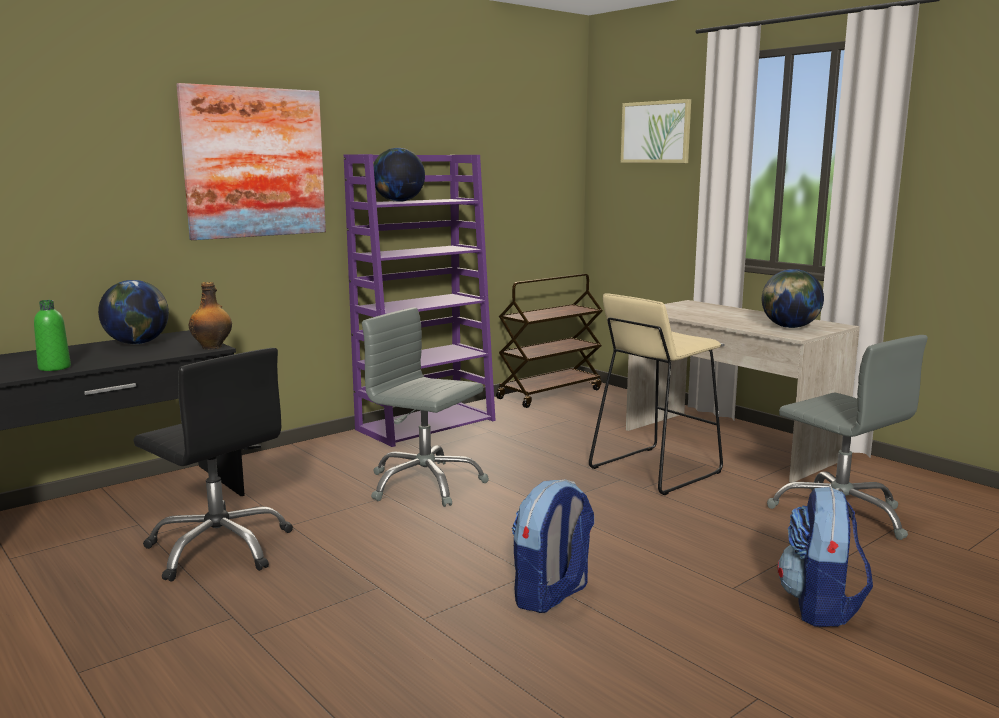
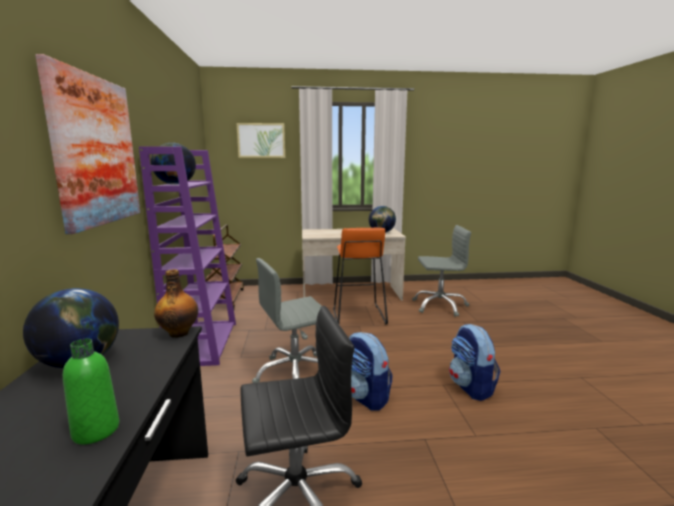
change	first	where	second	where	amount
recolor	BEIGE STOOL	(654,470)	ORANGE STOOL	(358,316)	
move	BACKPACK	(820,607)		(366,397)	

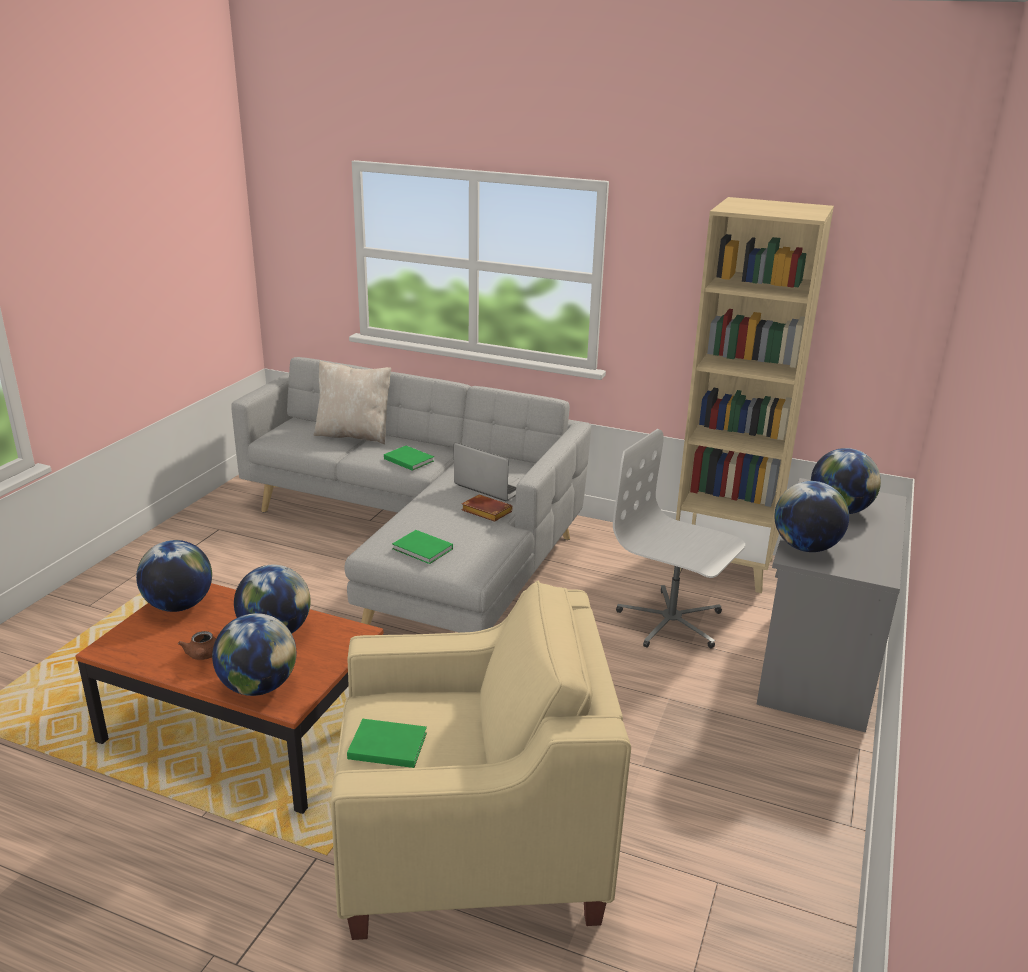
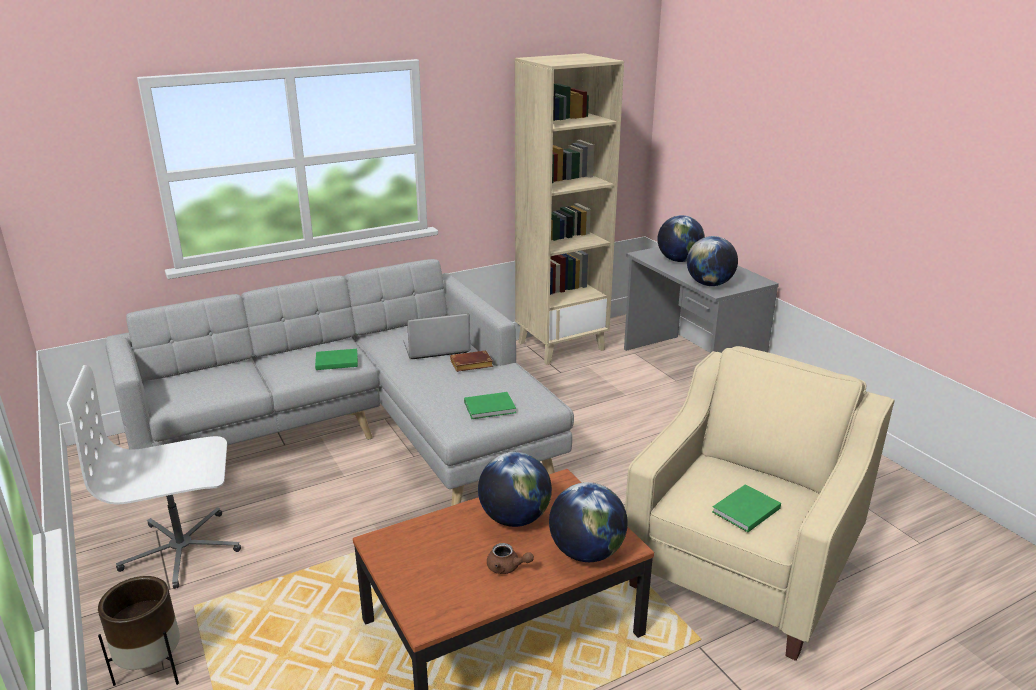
change	first	where	second	where	amount
delete	GLOBE	(179,605)			
delete	BEIGE PILLOW	(354,435)			
move	WHITE OFFICE CHAIR	(671,622)		(182,549)	
insert			BROWN PLANTER	(152,669)	

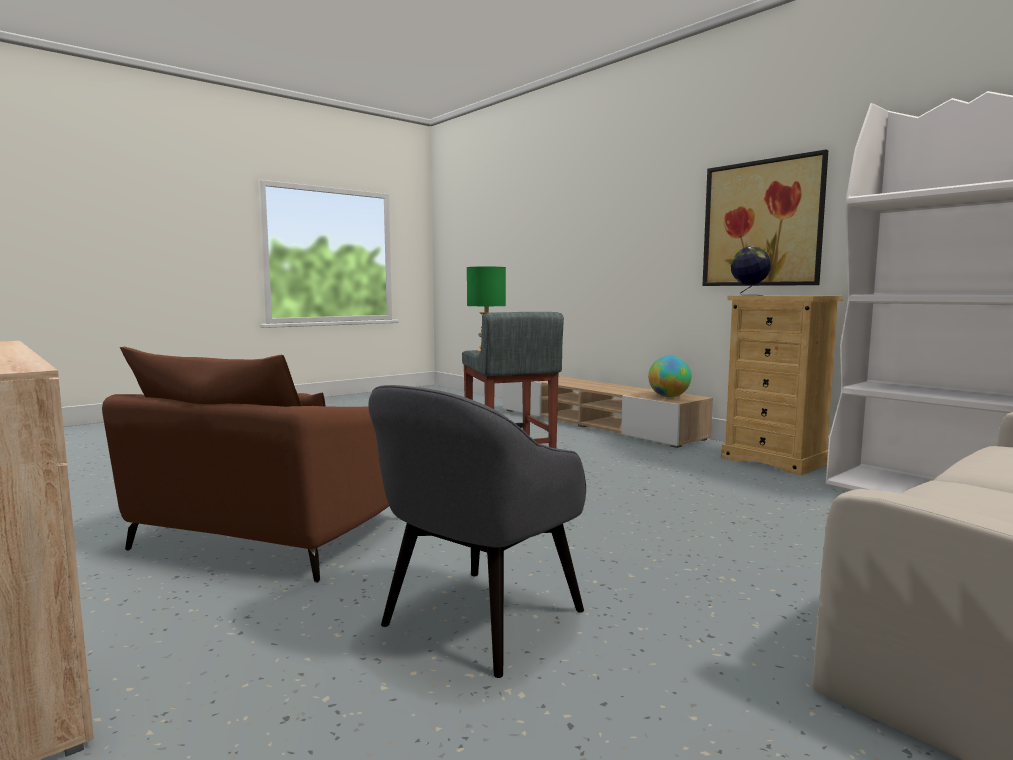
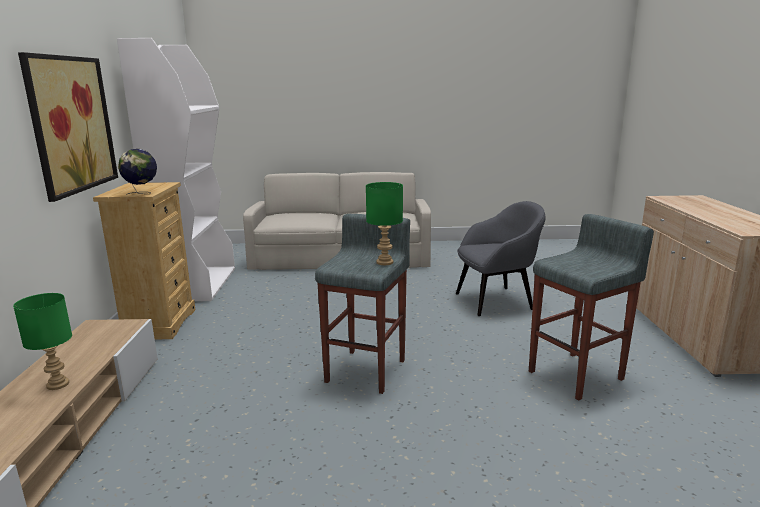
change	first	where	second	where	amount
replace	BROWN ARMCHAIR	(271,535)	GREY STOOL	(577,375)	
delete	GLOBE	(669,397)			
insert			GREEN TABLE LAMP	(58,384)	

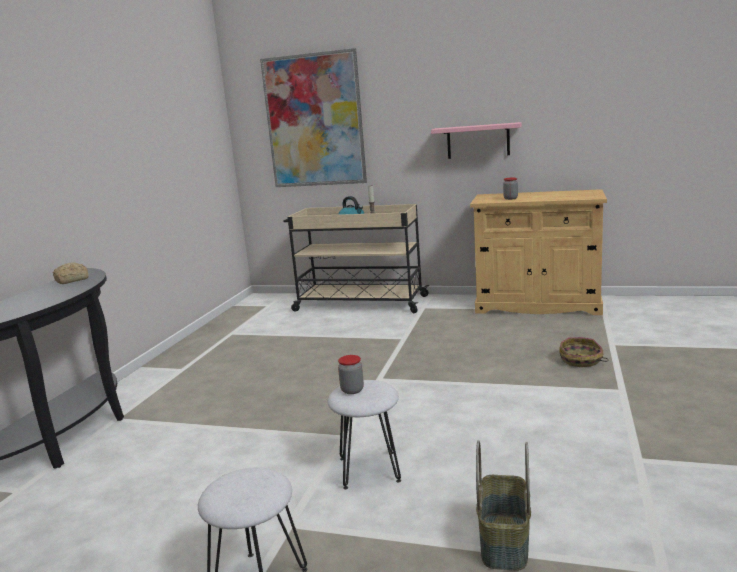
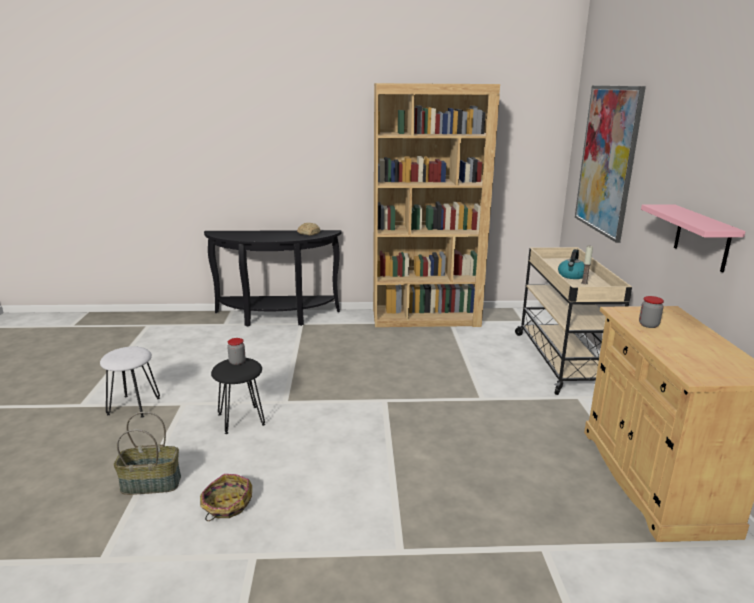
change	first	where	second	where	amount
recolor	WHITE STOOL	(368,469)	BLACK STOOL	(241,419)	
move	BASKET	(581,360)		(226,505)	
insert			BROWN BOOKCASE	(426,318)	

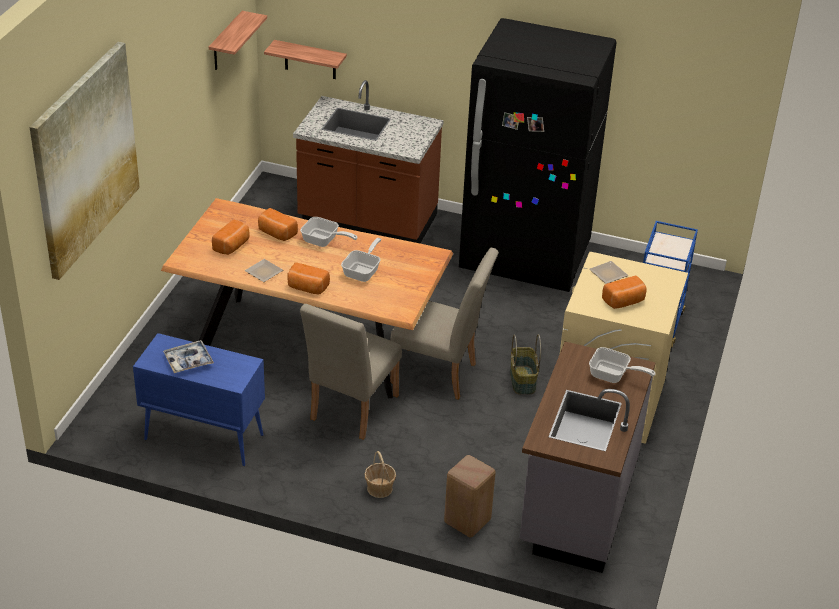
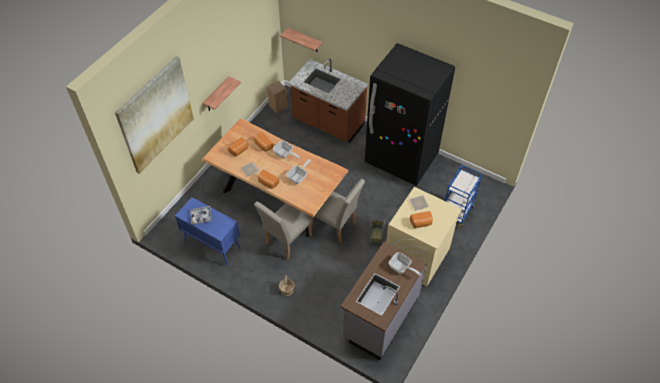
change	first	where	second	where	amount
move	SHELF	(226,42)		(217,95)	
move	BEIGE STOOL	(467,520)		(278,106)	

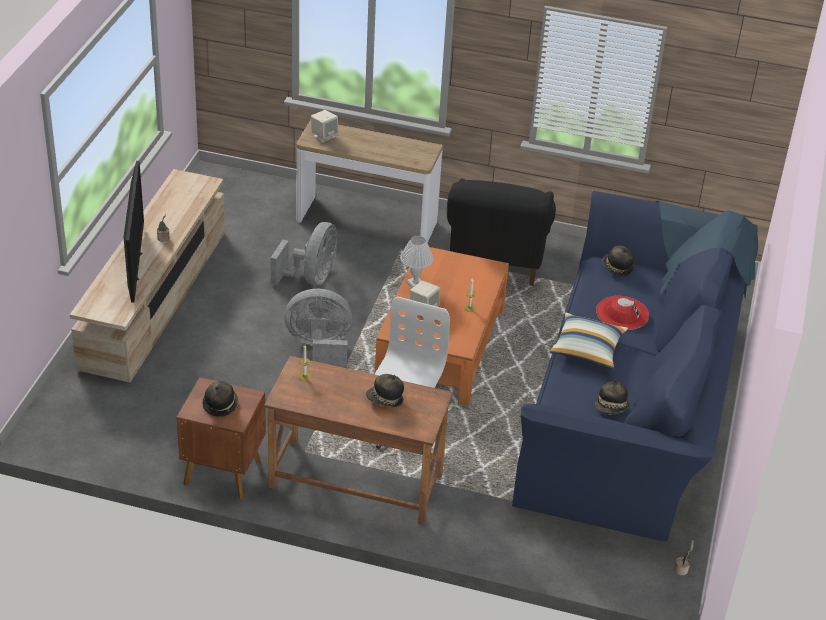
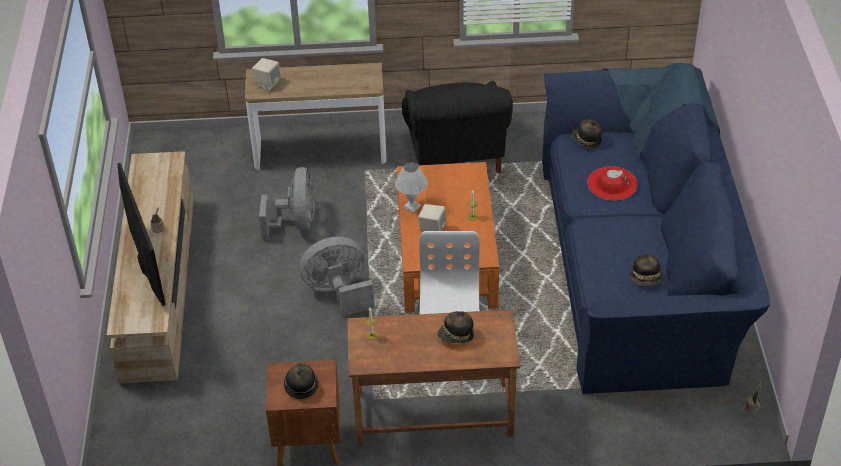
change	first	where	second	where	amount
delete	PILLOW	(587,349)			

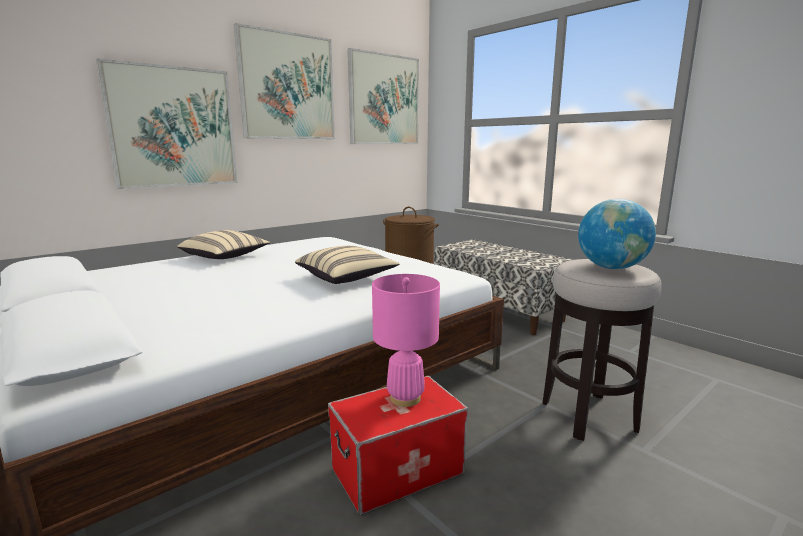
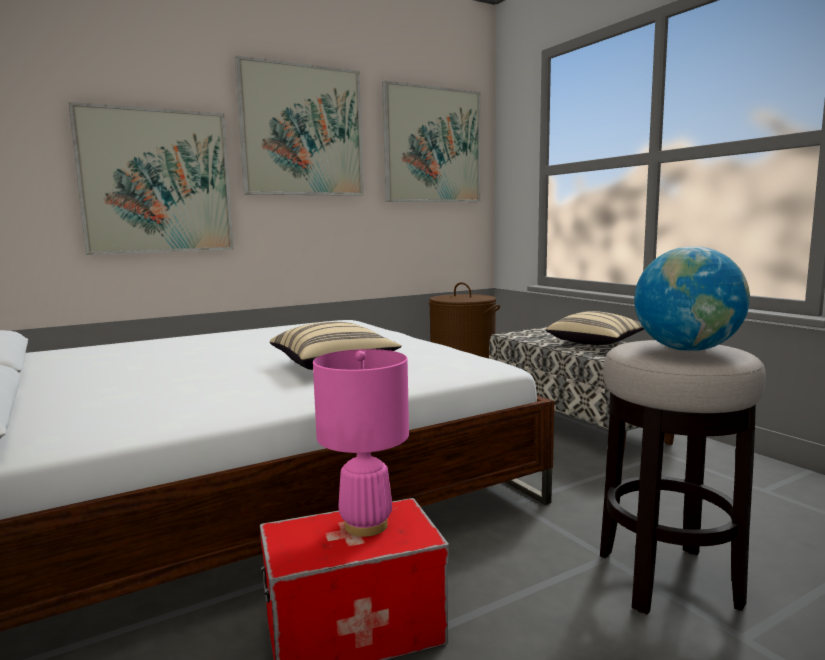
change	first	where	second	where	amount
move	BEIGE PILLOW	(225,257)		(596,343)	

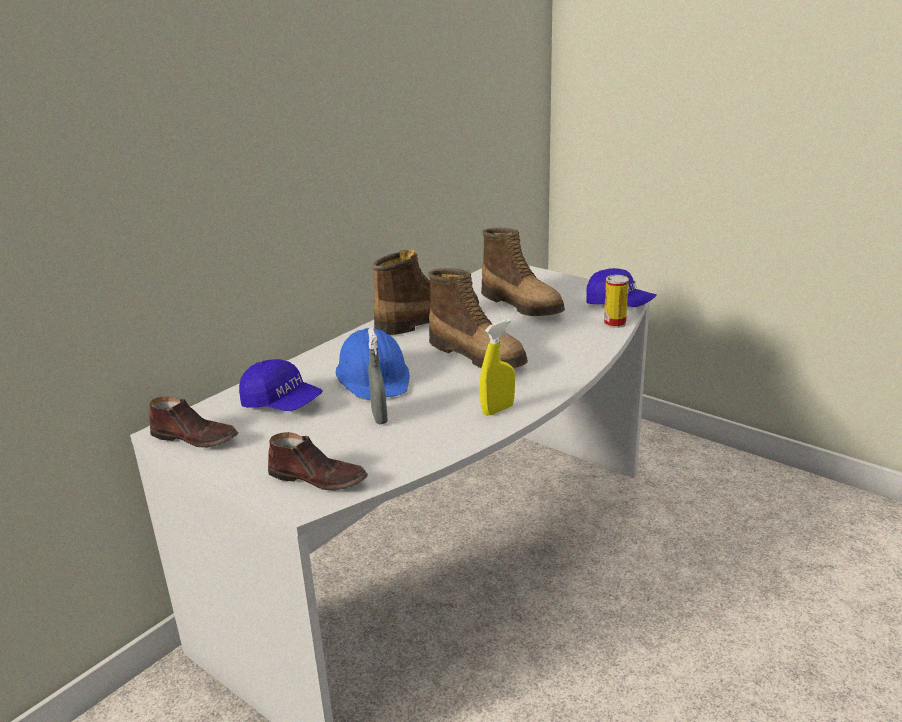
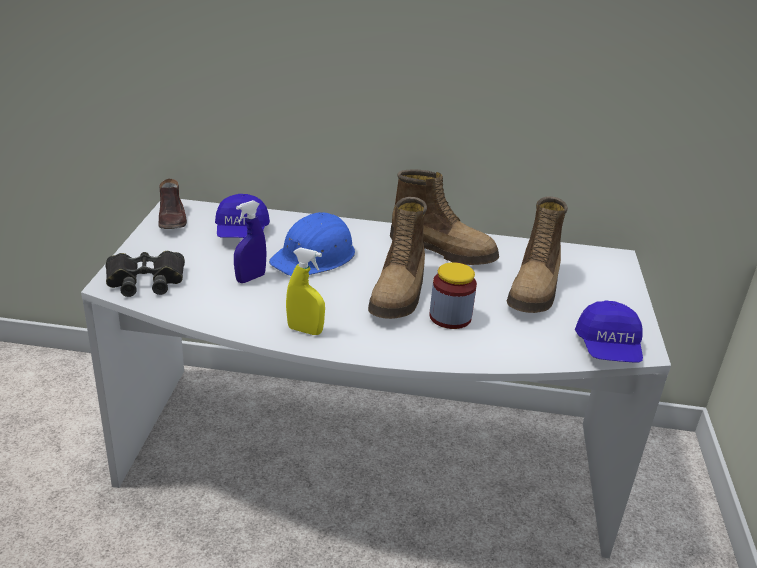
change	first	where	second	where	amount
replace	BROWN SHOE	(318,478)	BLACK BINOCULARS	(145,280)	
recolor	GREY SPRAY BOTTLE	(379,417)	BLUE SPRAY BOTTLE	(250,278)	
delete	CAN	(614,323)			
insert			JAR	(450,317)	

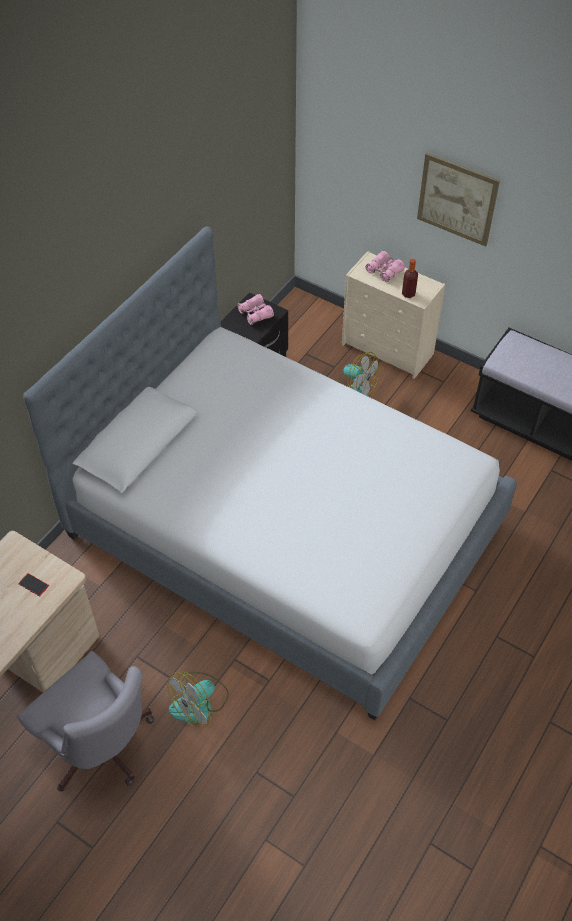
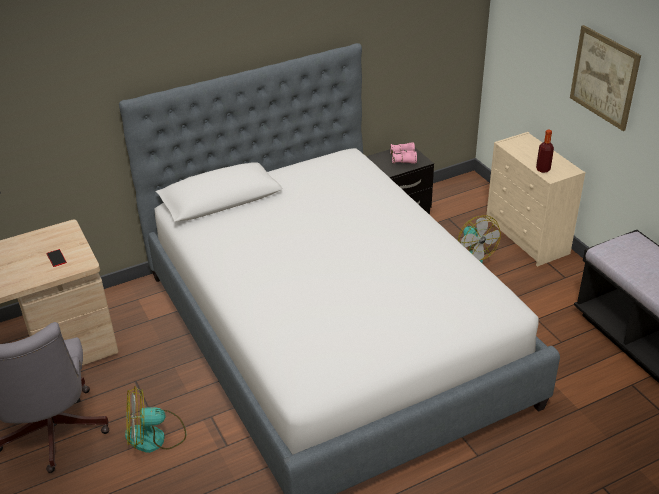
change	first	where	second	where	amount
delete	PINK BINOCULARS	(384,271)			

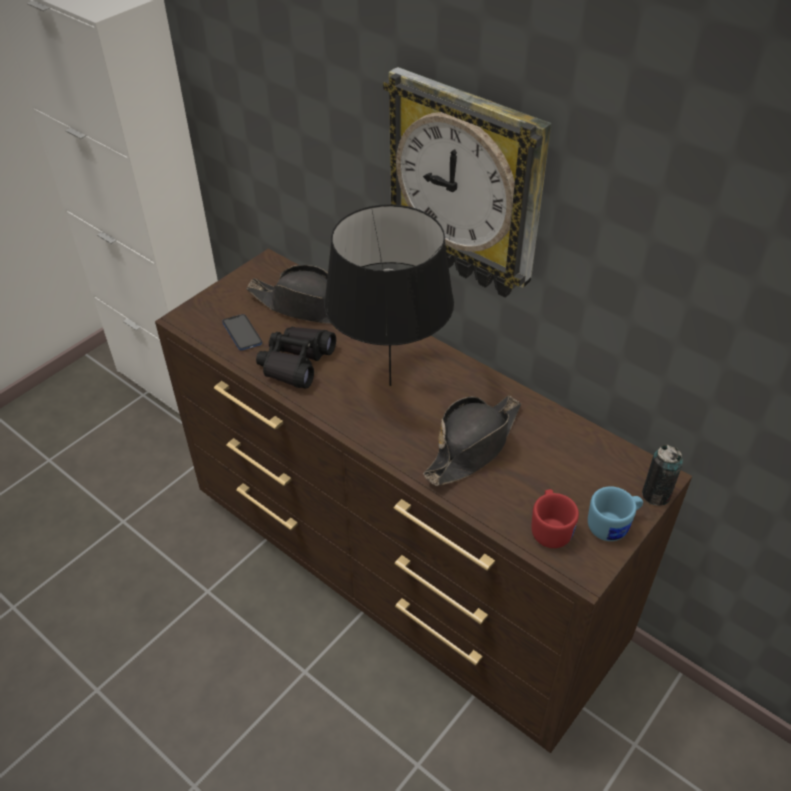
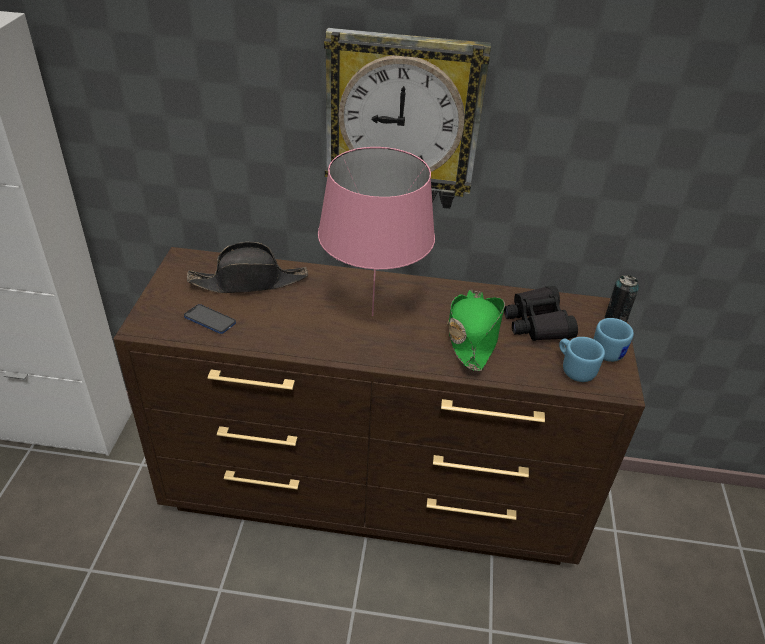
change	first	where	second	where	amount
move	BLACK BINOCULARS	(296,363)		(537,323)	
recolor	BLACK TABLE LAMP	(389,385)	PINK TABLE LAMP	(372,316)	
recolor	BLACK HAT	(473,445)	GREEN HAT	(472,335)	
recolor	RED MUG	(550,528)	BLUE MUG	(574,369)	

